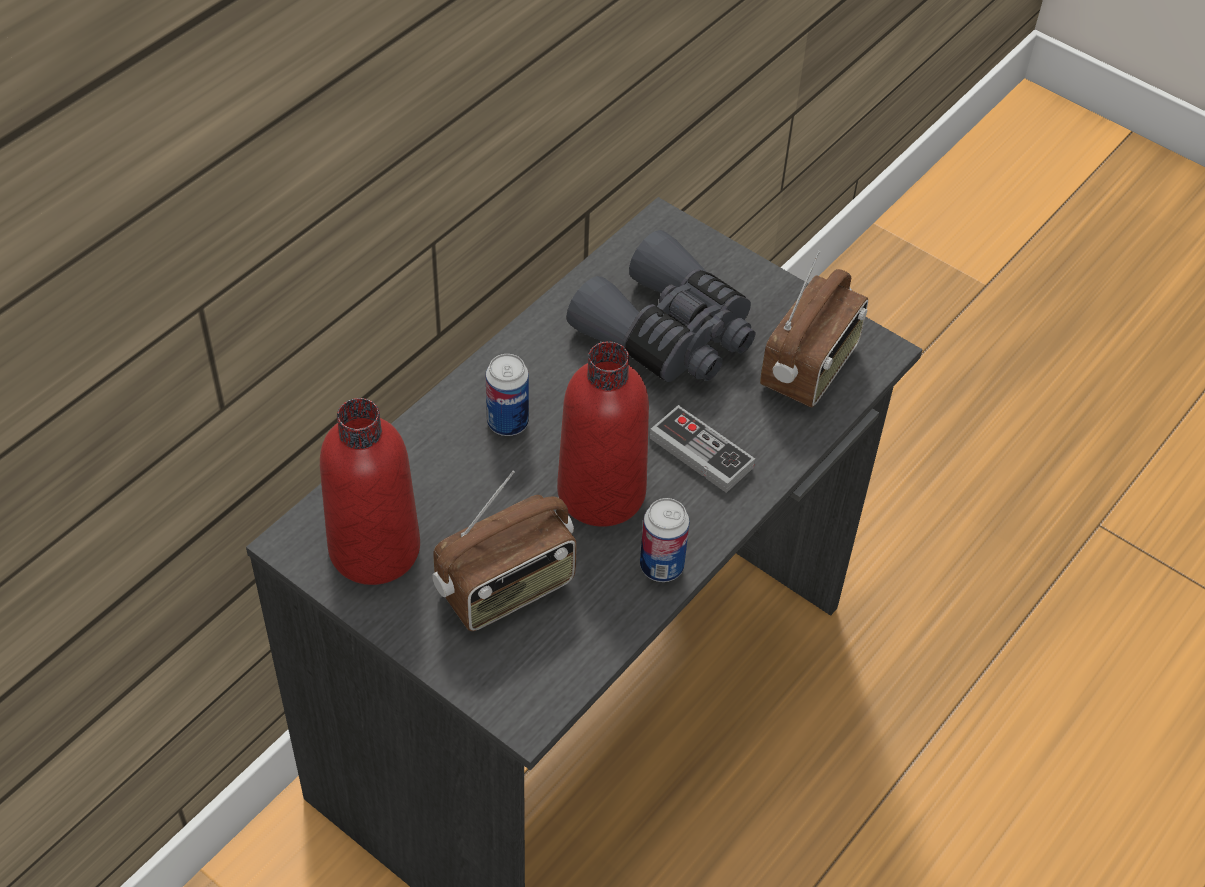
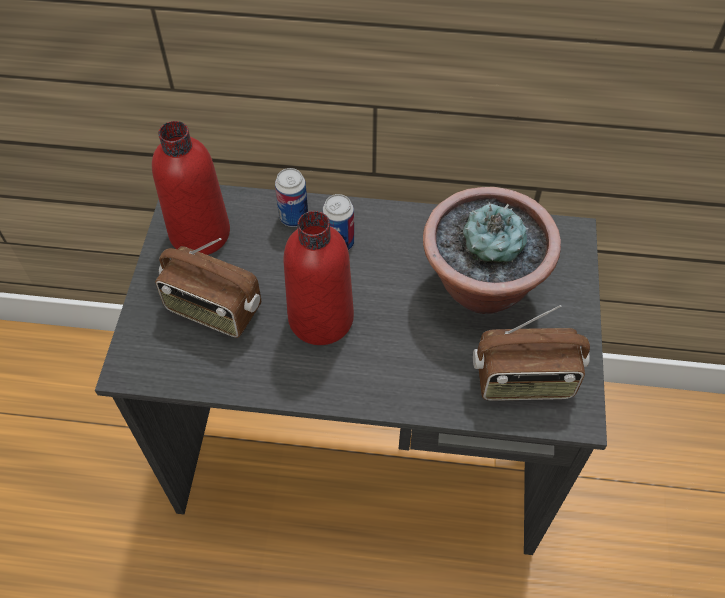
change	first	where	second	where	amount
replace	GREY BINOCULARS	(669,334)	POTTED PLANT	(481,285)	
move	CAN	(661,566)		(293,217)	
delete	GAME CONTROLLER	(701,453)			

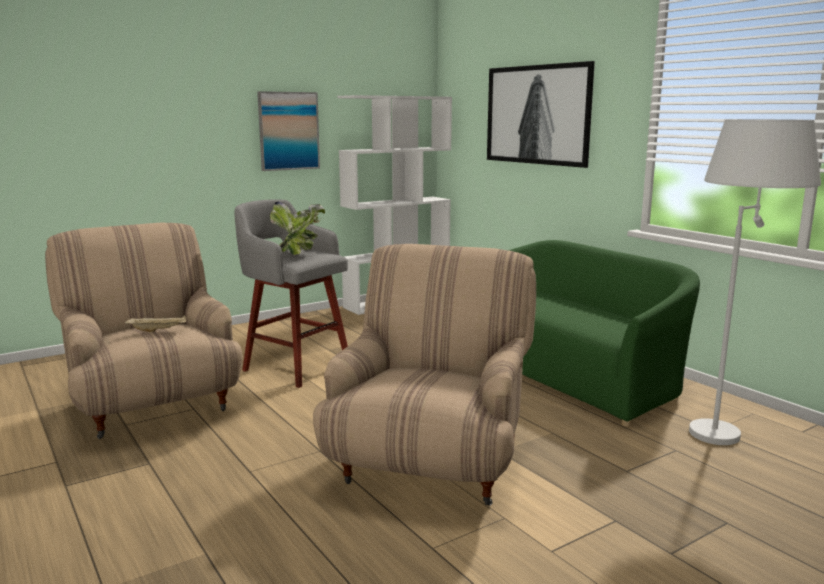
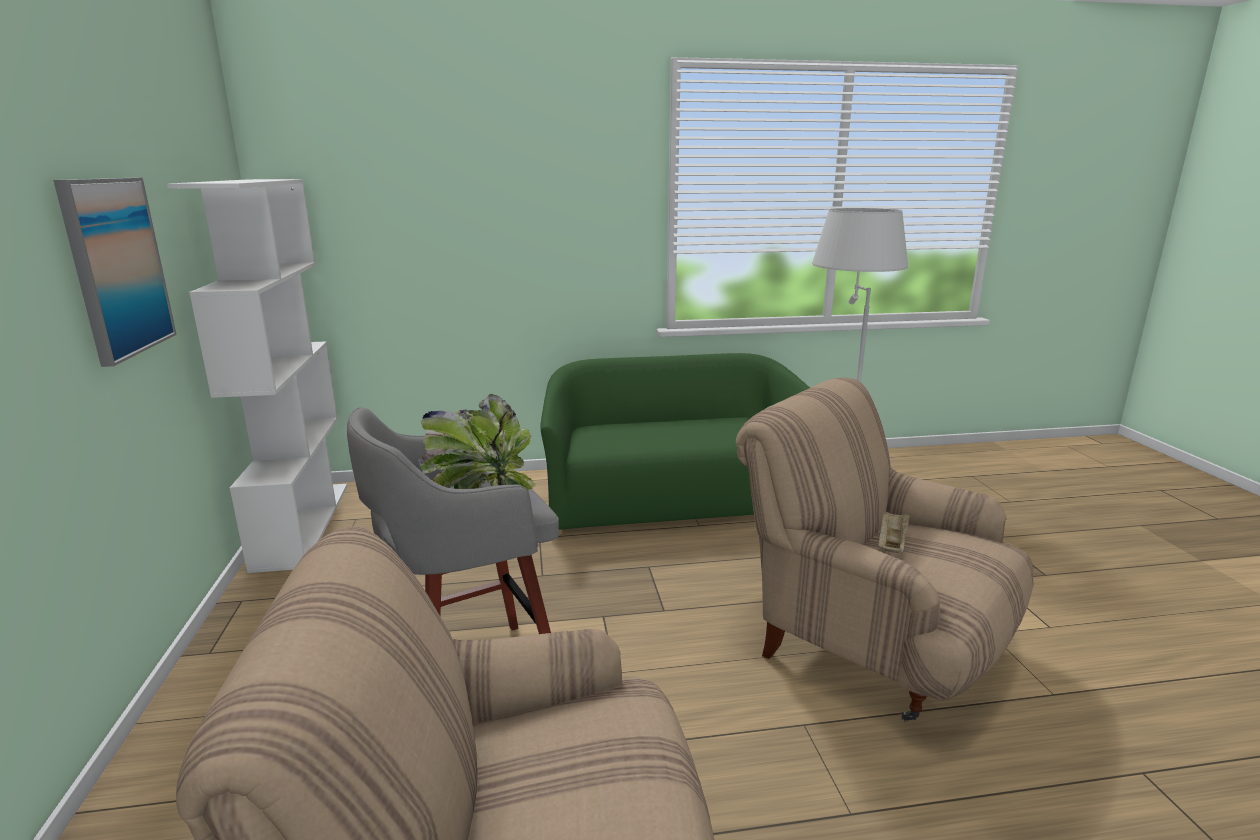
change	first	where	second	where	amount
move	BEIGE TRAY	(158,330)		(891,543)	
delete	PICTURE	(538,115)			

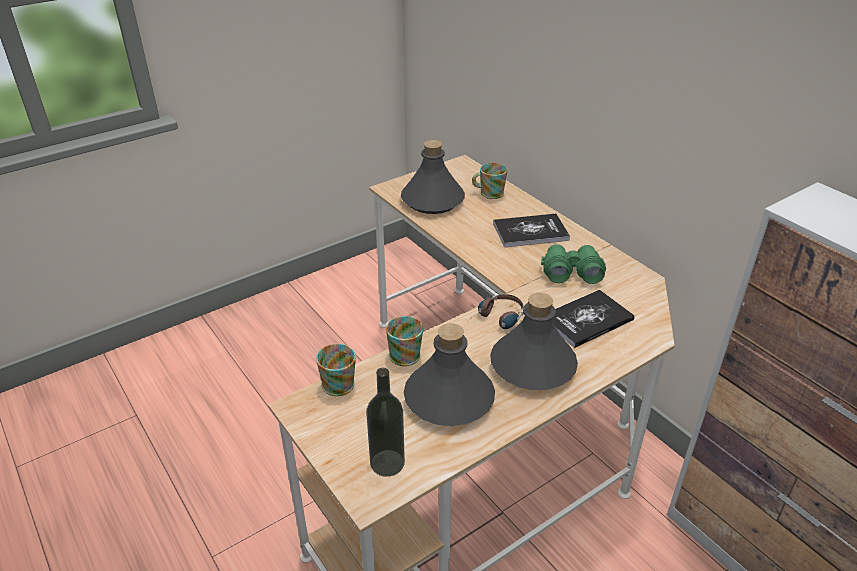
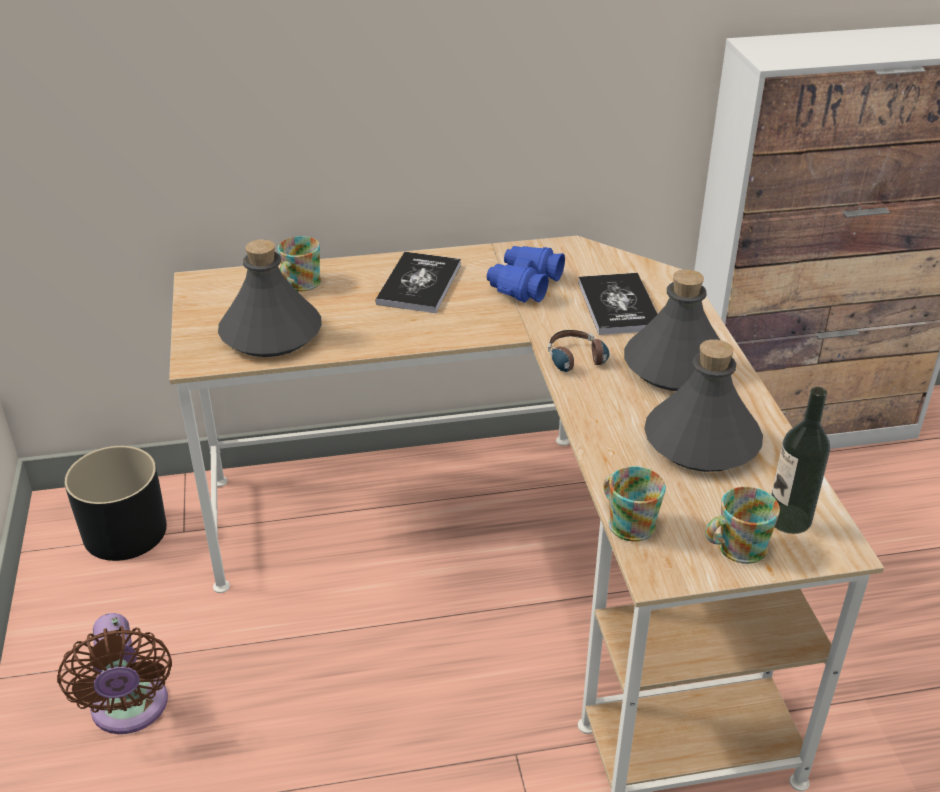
change	first	where	second	where	amount
move	MUG	(402,353)		(735,548)	
recolor	GREEN BINOCULARS	(571,271)	BLUE BINOCULARS	(524,285)	
insert			BROWN FAN	(130,710)	
insert			BLACK PLANTER	(124,532)	

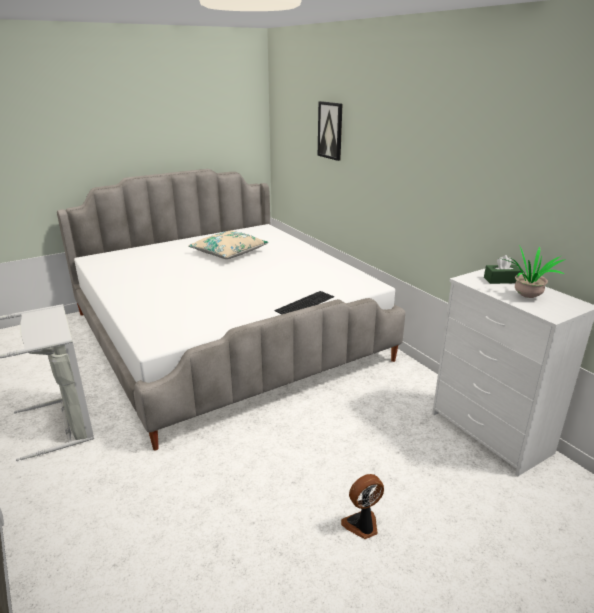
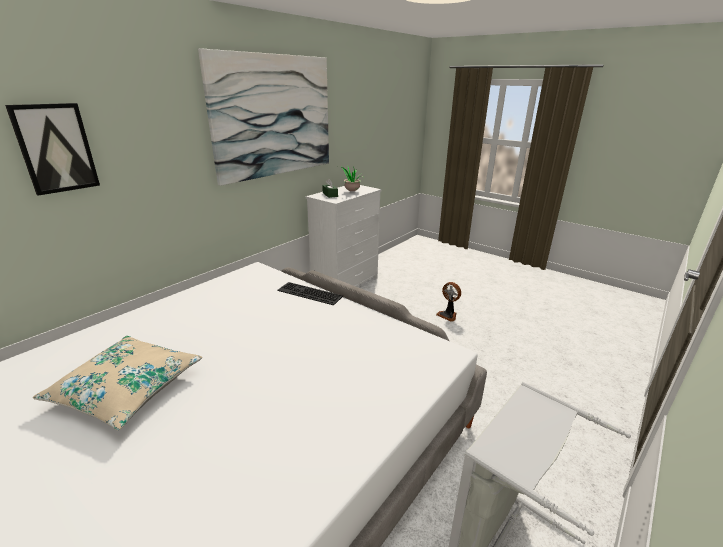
change	first	where	second	where	amount
insert			PICTURE	(274,116)	

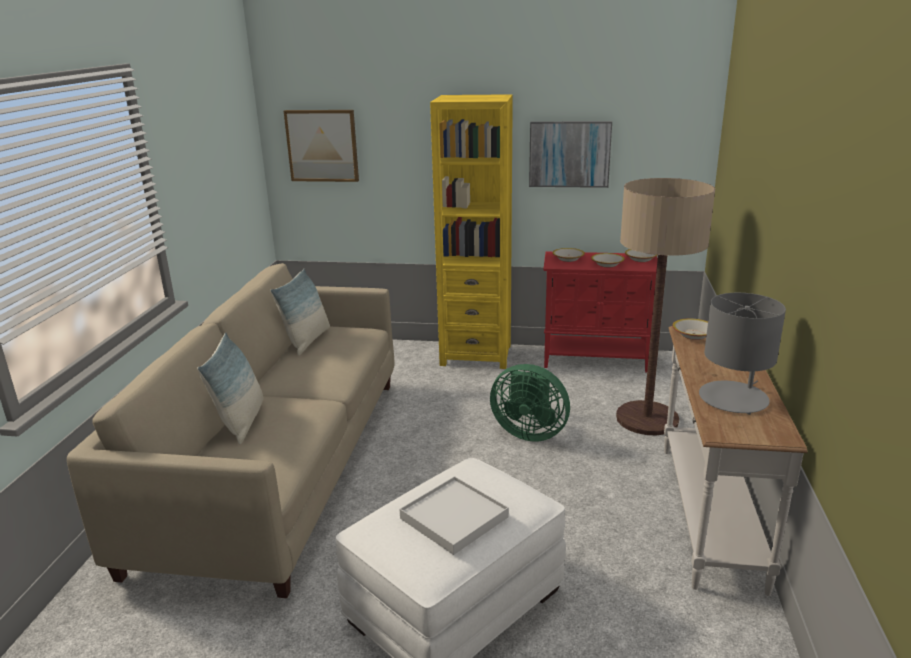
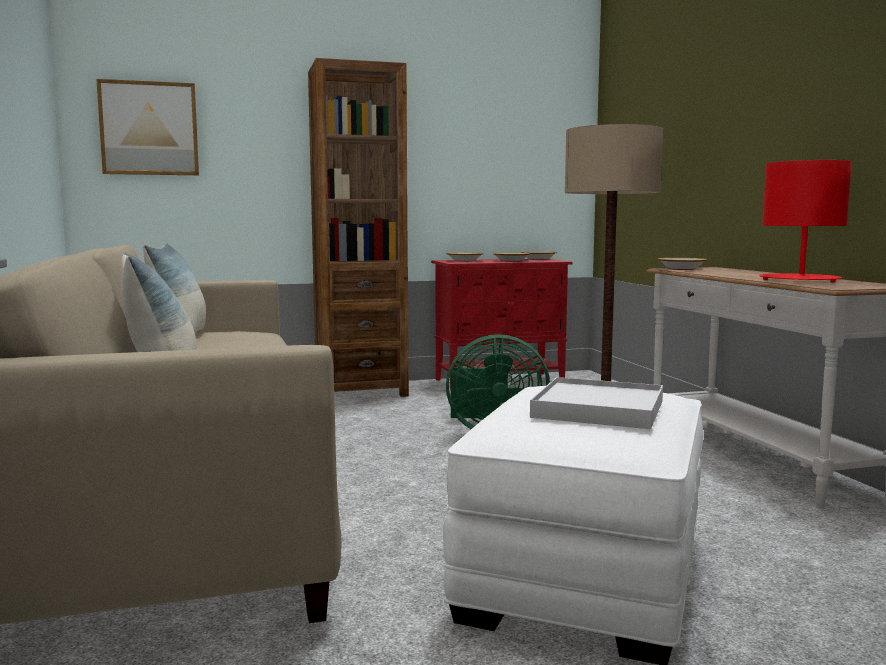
change	first	where	second	where	amount
recolor	YELLOW BOOKCASE	(476,355)	BROWN BOOKCASE	(361,391)	
delete	PICTURE	(569,154)			
recolor	GREY TABLE LAMP	(734,398)	RED TABLE LAMP	(799,279)	

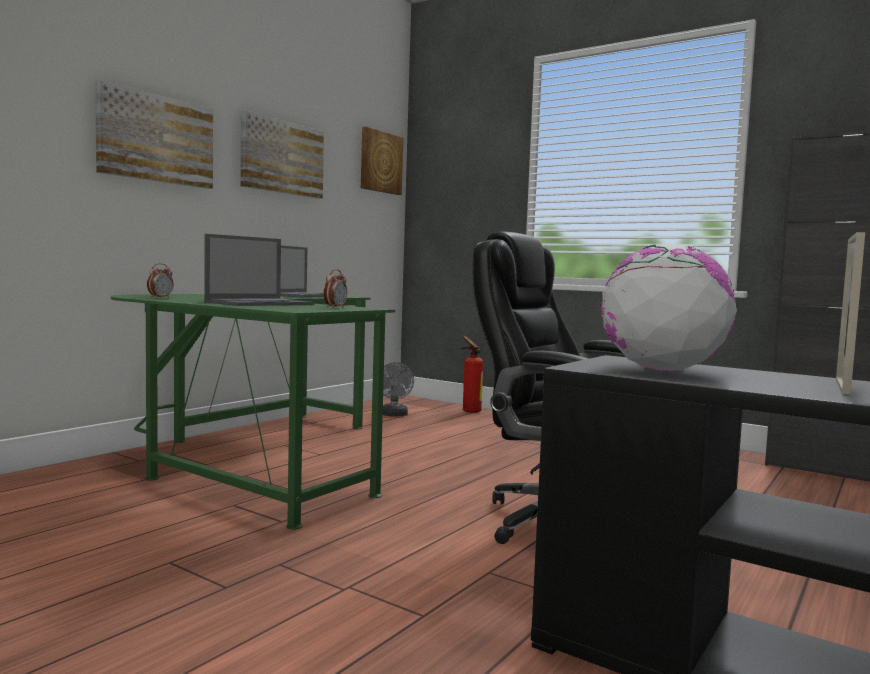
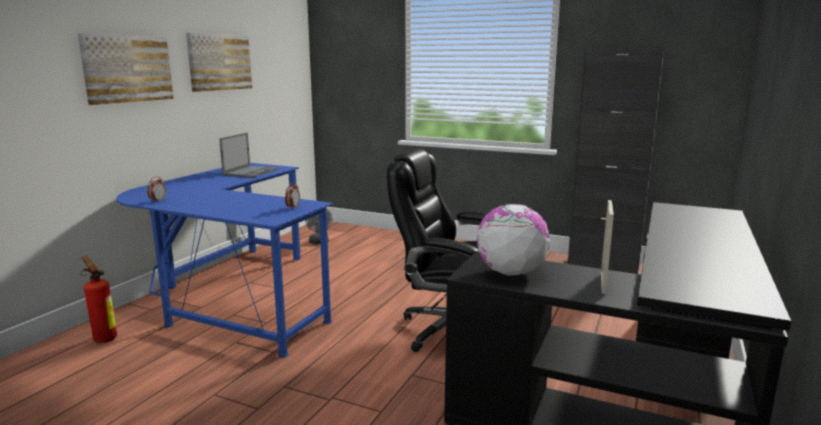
change	first	where	second	where	amount
recolor	GREEN DESK	(253,457)	BLUE DESK	(233,296)	
delete	LAPTOP	(260,303)			
delete	PICTURE	(380,162)			
move	FIRE EXTINGUISHER	(469,411)		(104,338)	

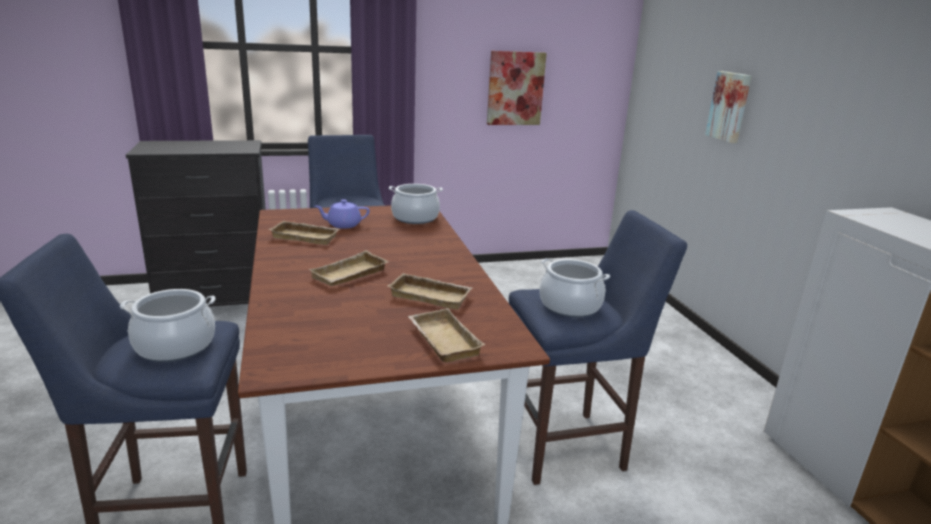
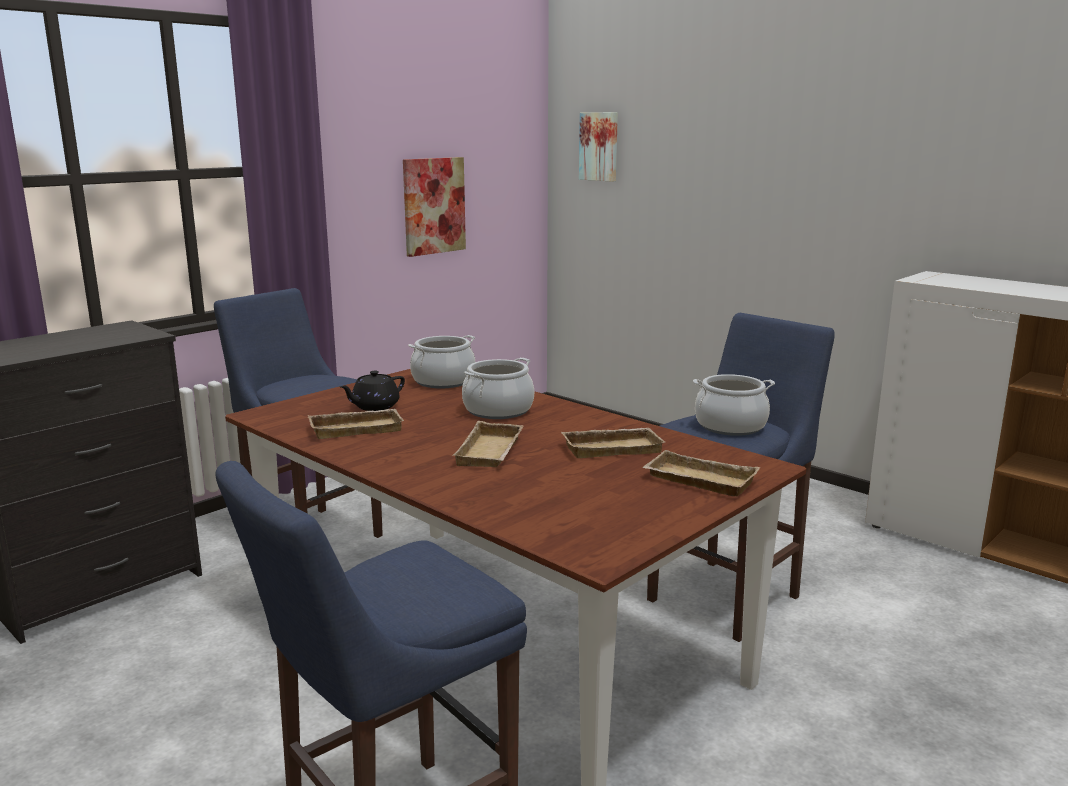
change	first	where	second	where	amount
move	COOKING POT	(175,346)		(498,410)	
recolor	PURPLE TEAPOT	(343,225)	BLACK TEAPOT	(374,406)	
move	PICTURE	(730,106)		(599,146)	

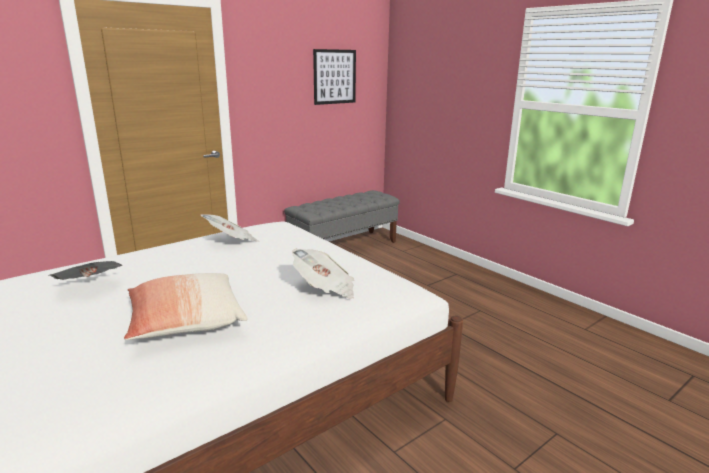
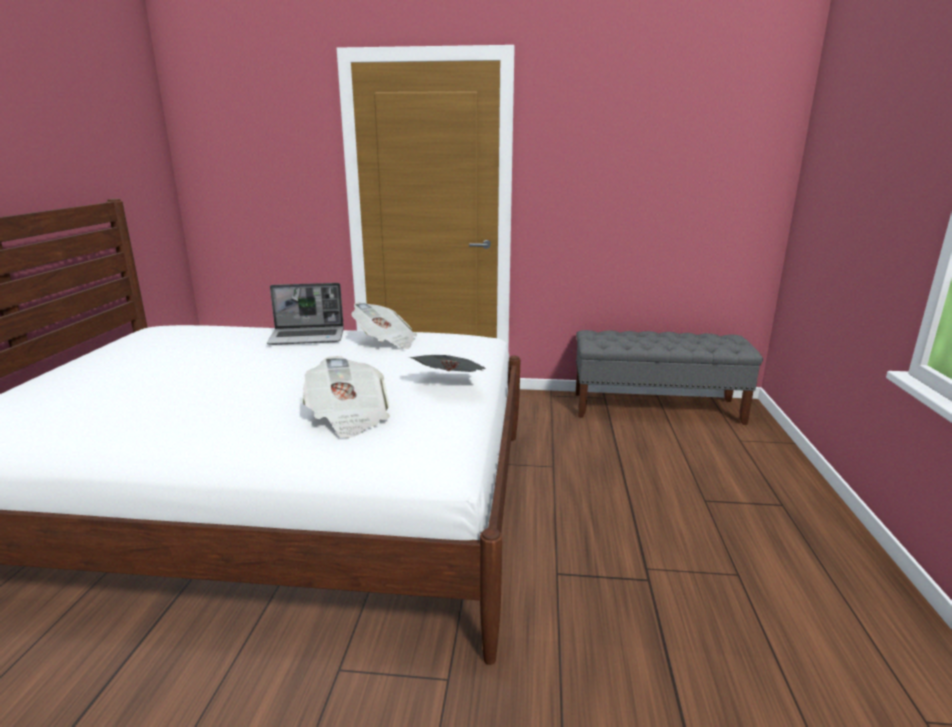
change	first	where	second	where	amount
move	NEWSPAPER	(90,287)		(450,383)	
delete	PILLOW	(185,322)			
delete	PICTURE	(334,77)			
insert			LAPTOP	(308,337)	

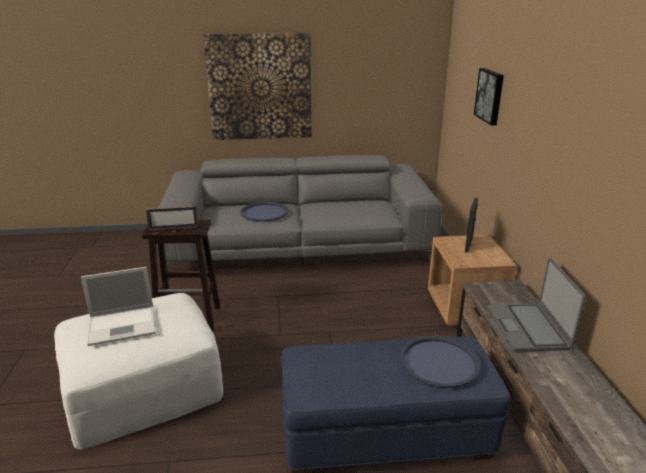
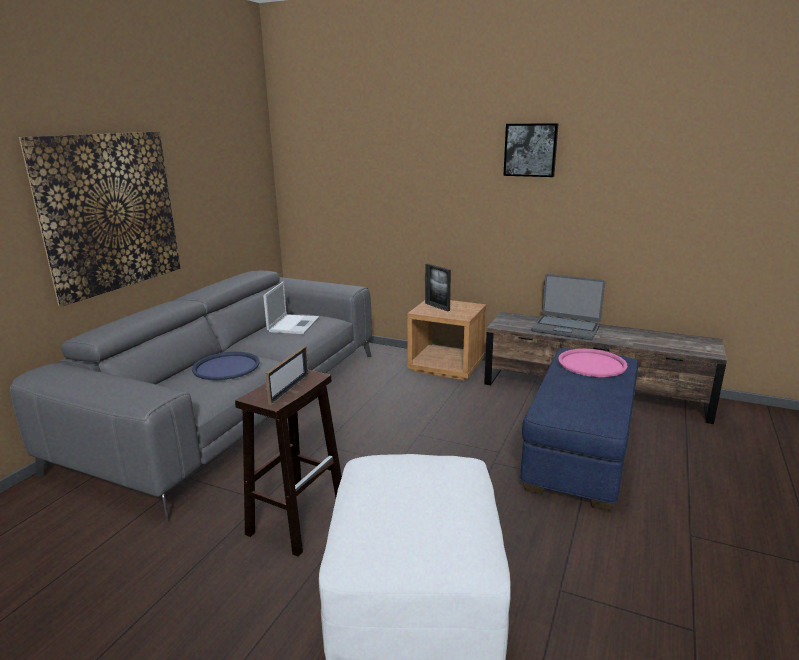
change	first	where	second	where	amount
move	LAPTOP	(124,325)		(294,324)	
recolor	BLUE TRAY	(439,362)	PINK TRAY	(592,364)	
move	PICTURE	(490,96)		(530,150)	

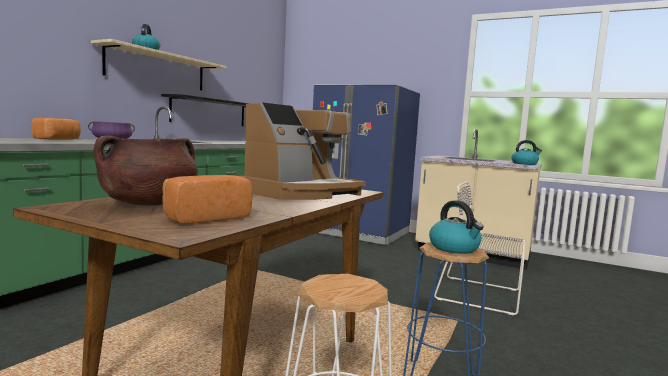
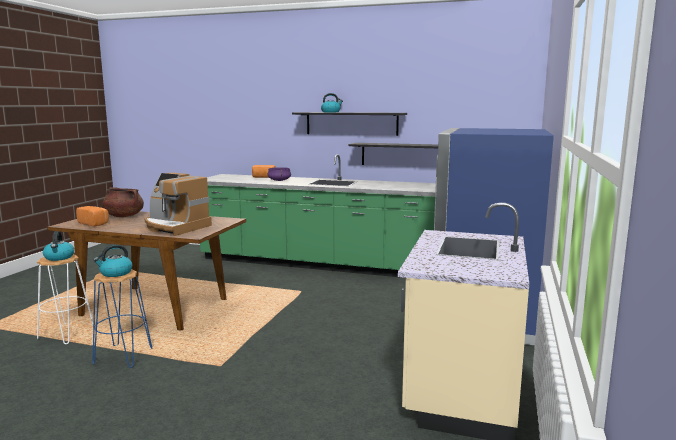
change	first	where	second	where	amount
recolor	BEIGE SHELF	(158,69)	BLACK SHELF	(351,123)	
delete	GREY CHAIR	(481,295)			
move	KETTLE	(524,164)		(59,257)	

